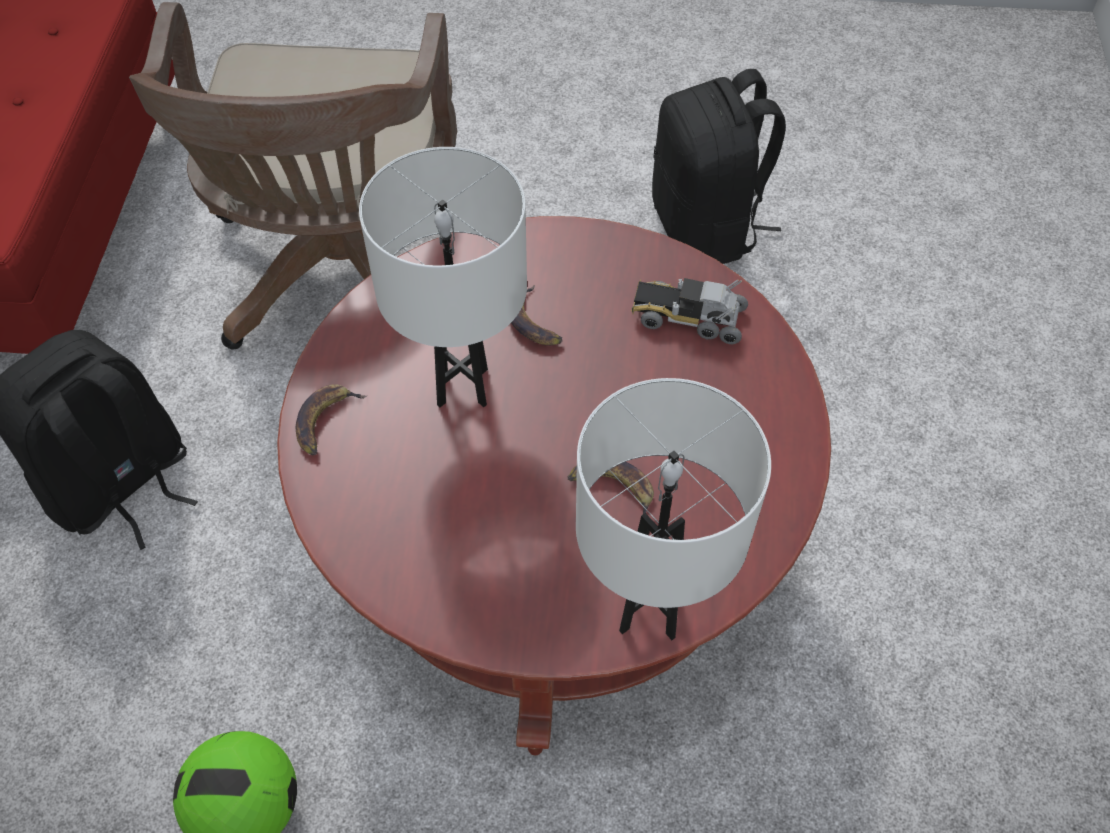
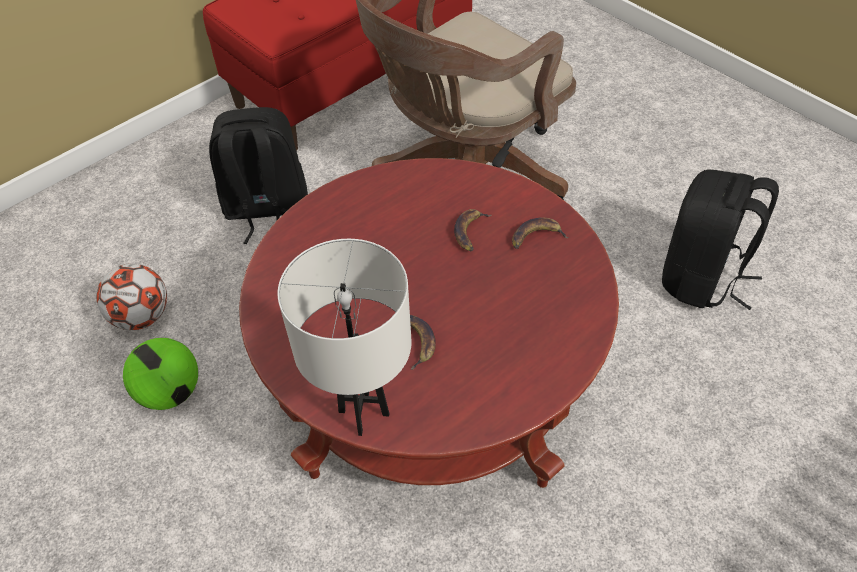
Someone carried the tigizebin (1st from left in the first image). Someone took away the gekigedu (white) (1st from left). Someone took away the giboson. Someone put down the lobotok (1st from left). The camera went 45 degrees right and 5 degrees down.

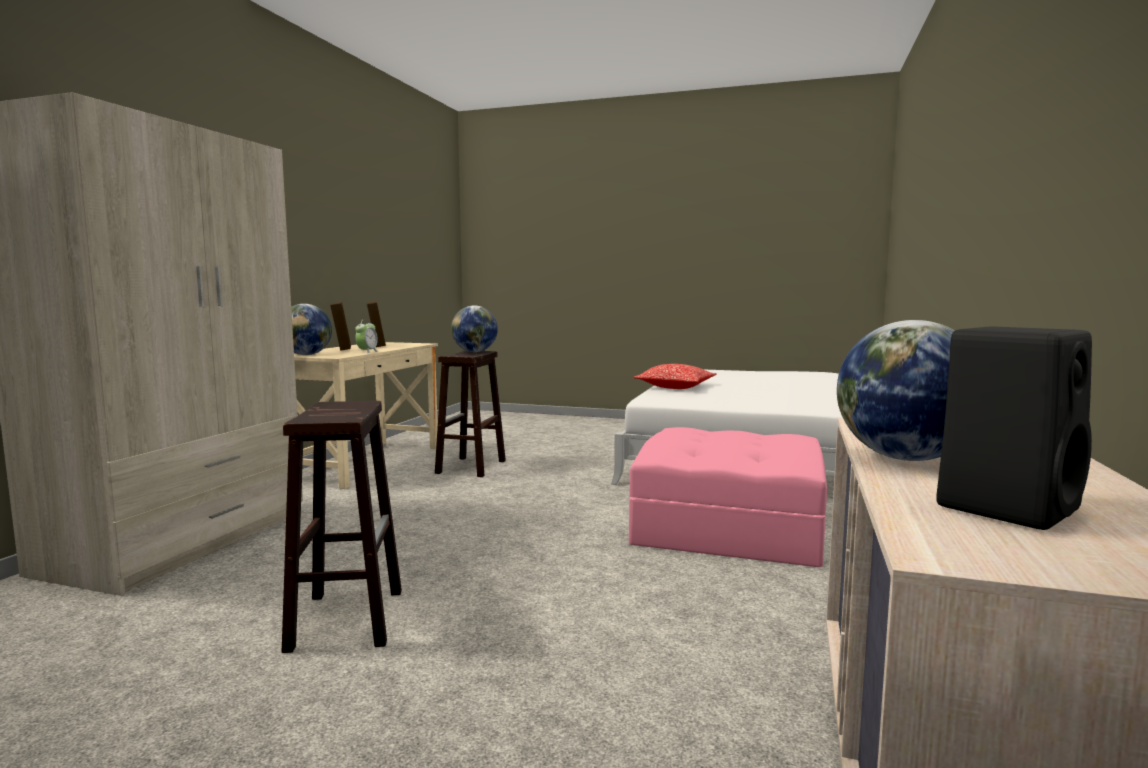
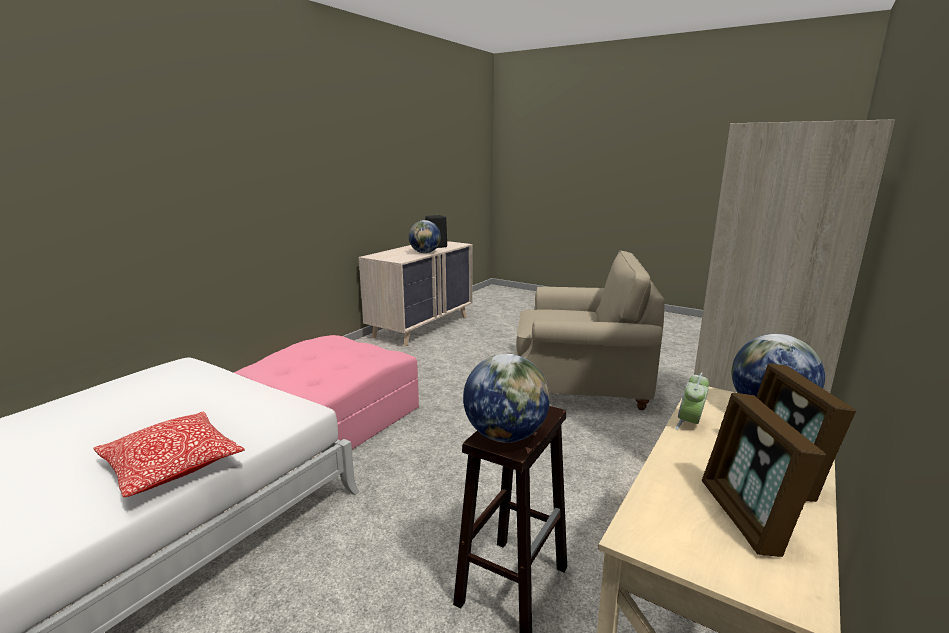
Someone swapped the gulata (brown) (1st from left) for the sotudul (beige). The camera went 165 degrees left and 10 degrees up.

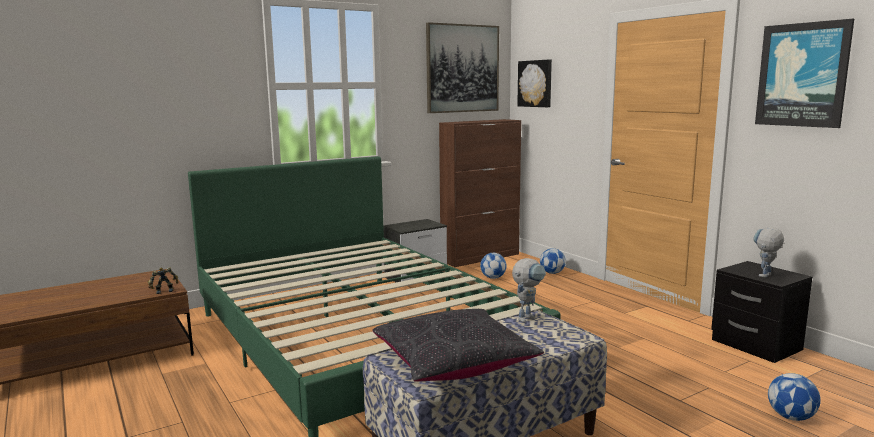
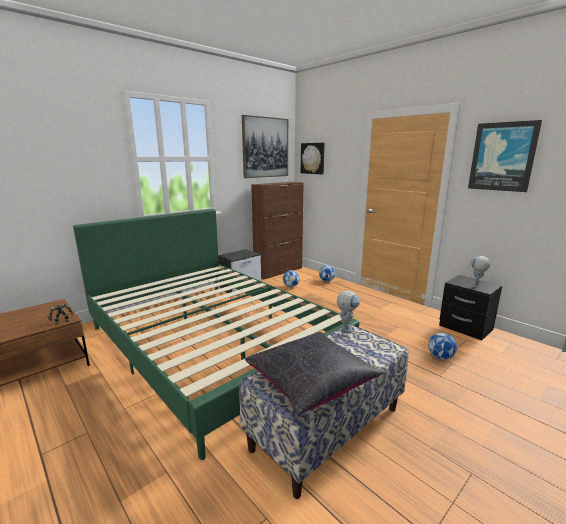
Someone carried the lobotok (3rd from left). The camera went 10 degrees left and 5 degrees up.

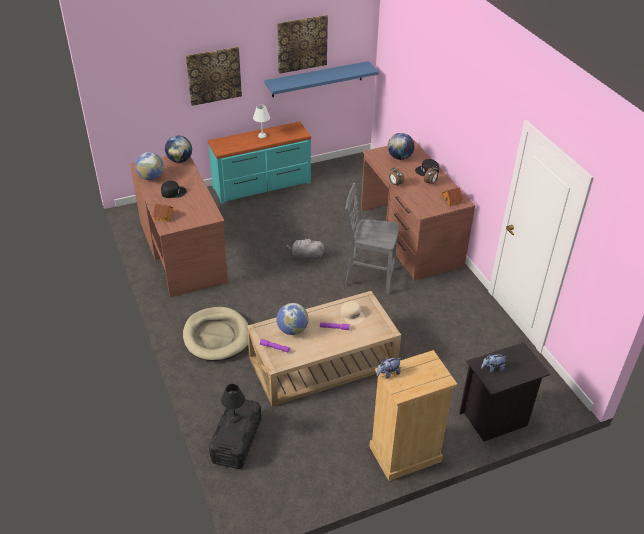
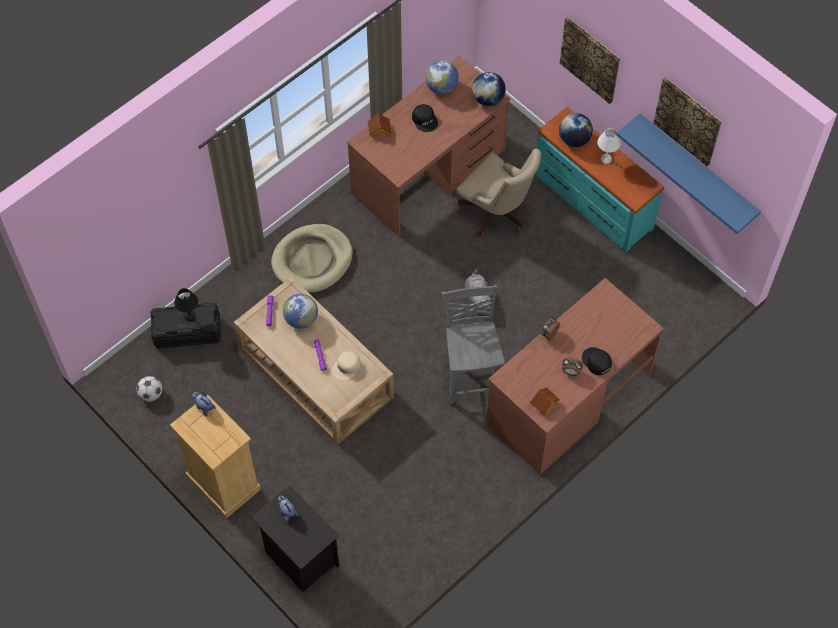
Someone carried the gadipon (4th from left). Someone put down the lobotok. Someone put down the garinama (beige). The camera went 70 degrees right and 20 degrees up.

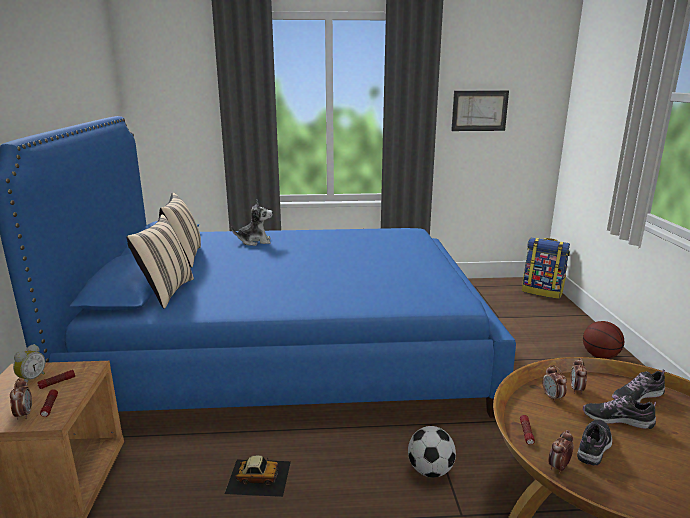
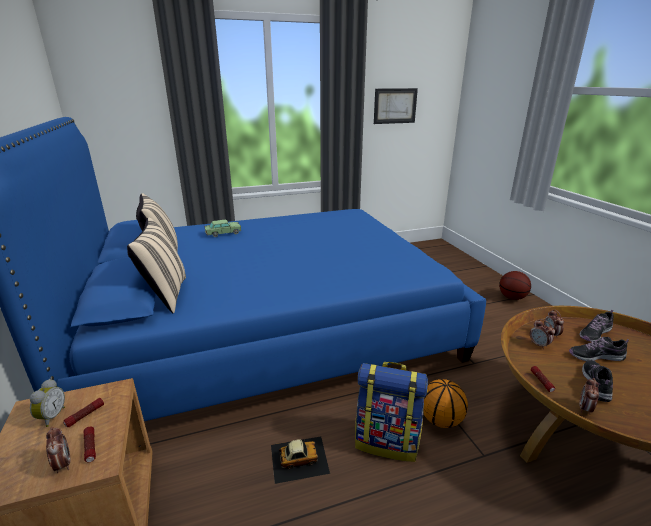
Someone swapped the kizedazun for the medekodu (1st from left). Someone swapped the lobotok for the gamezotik (1st from left). Someone carried the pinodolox. The camera went 15 degrees left and 5 degrees up.

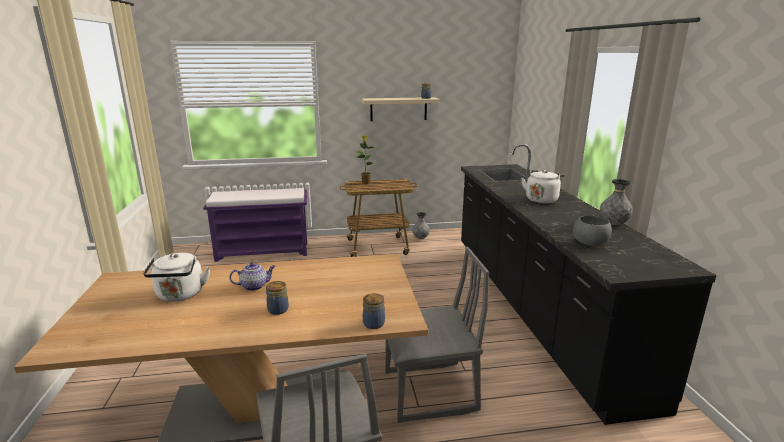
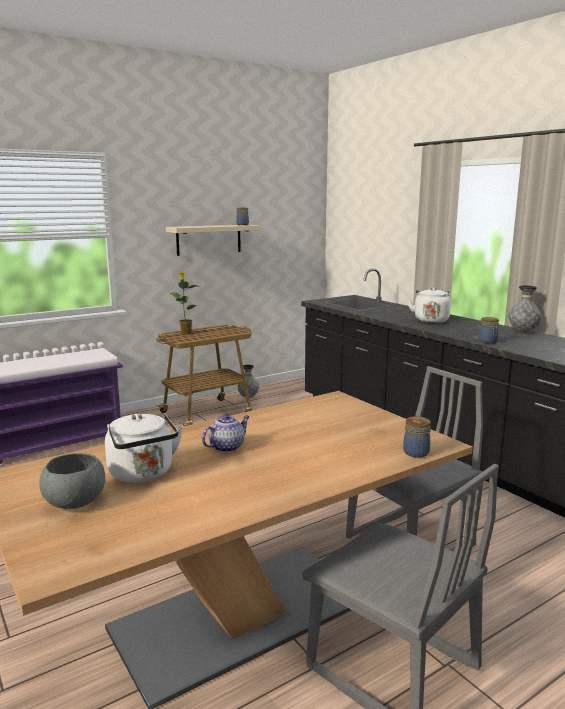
Someone carried the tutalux (1st from left in the first image). Someone carried the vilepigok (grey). The camera went 25 degrees left and 5 degrees down.

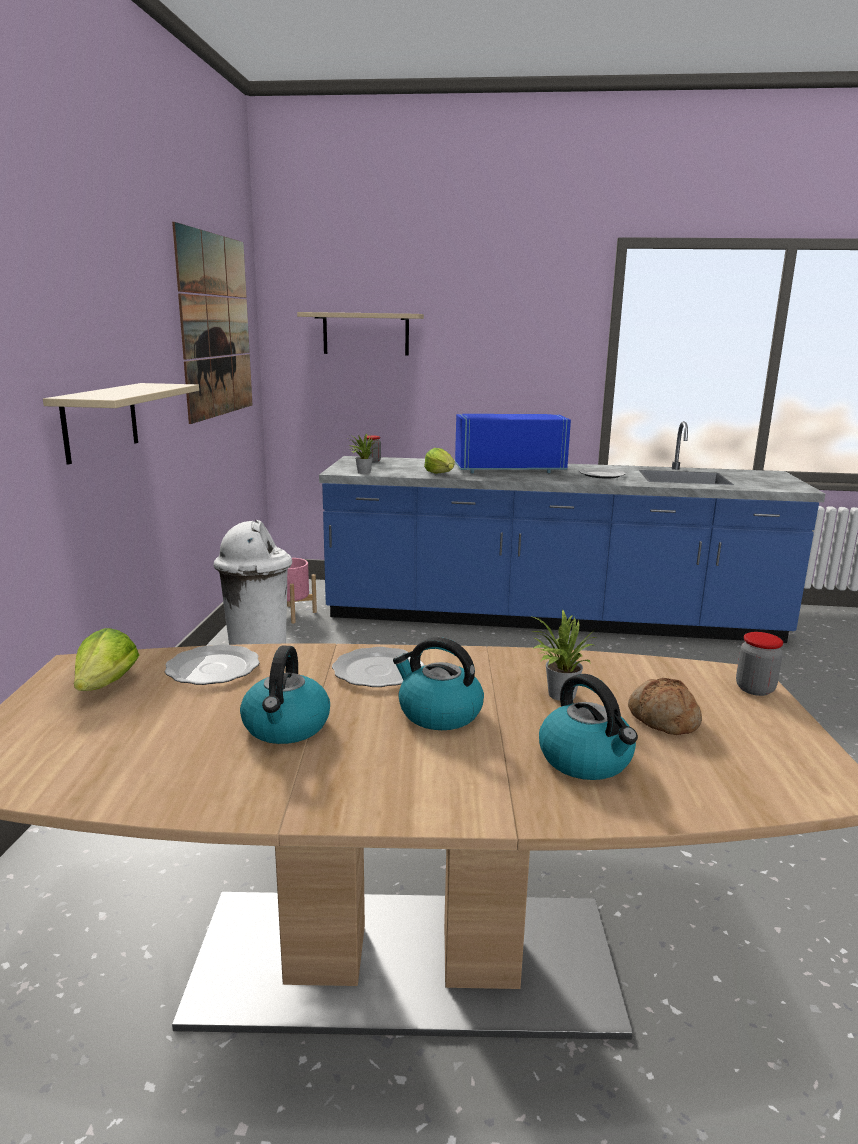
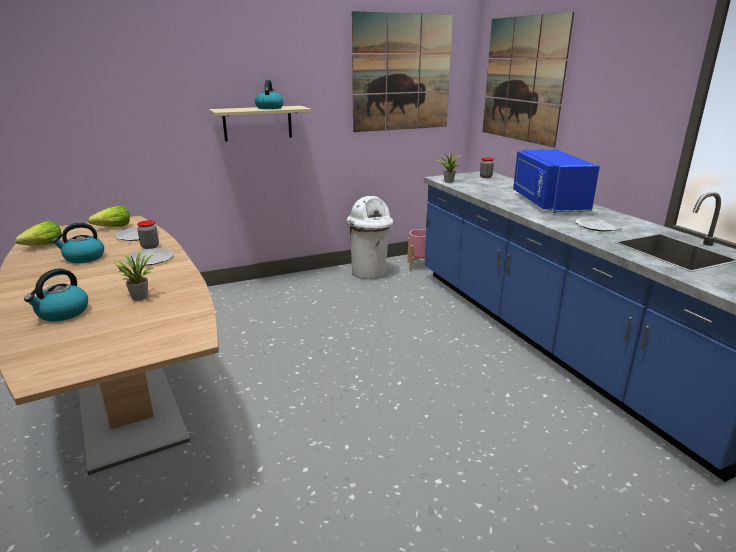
Someone swapped the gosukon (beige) (2nd from left) for the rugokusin (2nd from left). Someone carried the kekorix (2nd from left in the first image). Someone carried the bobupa (2nd from left in the first image). Someone rotated the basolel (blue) by 150 degrees counterclockwise. Someone took away the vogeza. Someone carried the tutalux (2nd from left in the first image). The camera went 60 degrees right and 5 degrees up.

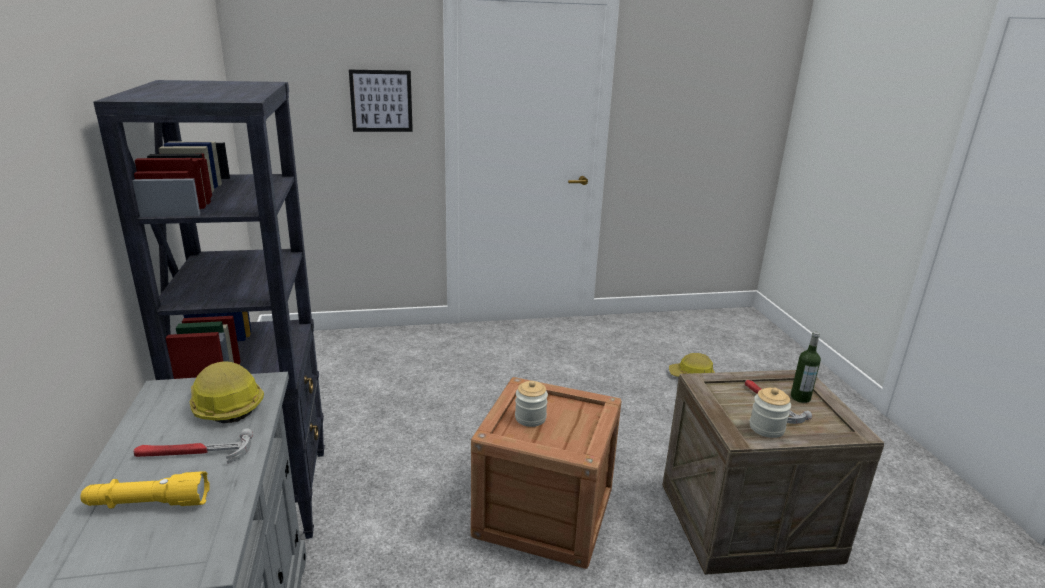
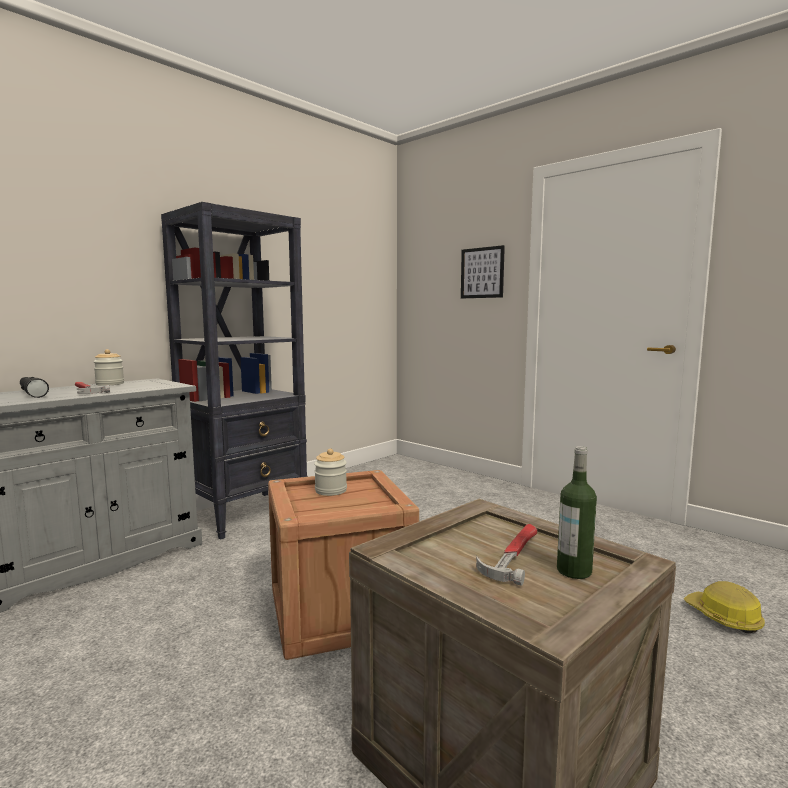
Someone repainted the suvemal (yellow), which became the suvemal (black). Someone took away the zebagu (1st from left). Someone carried the tutalux (2nd from left in the first image). The camera went 55 degrees right and 15 degrees down.

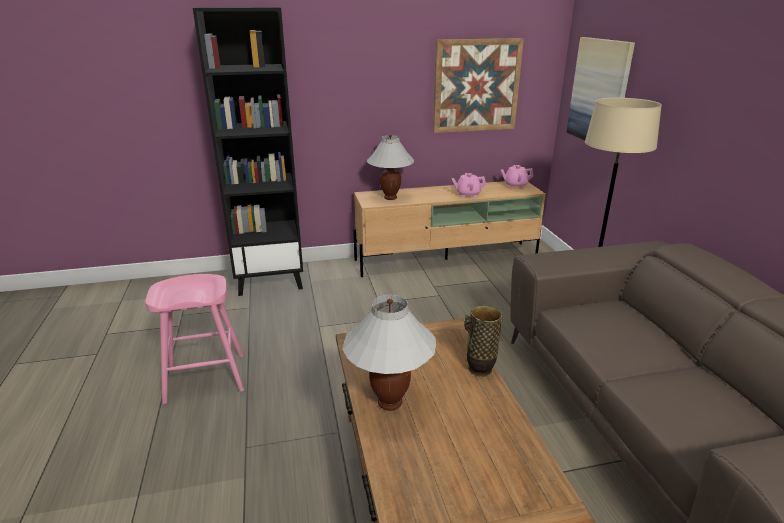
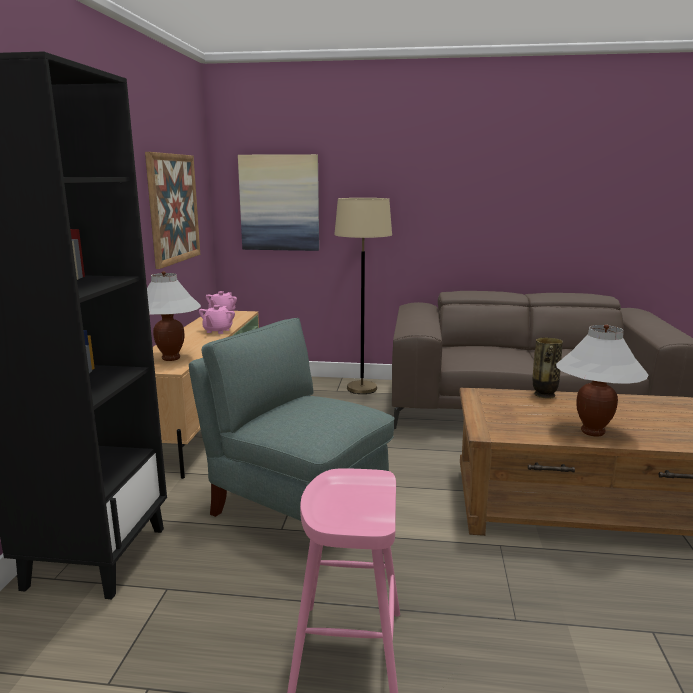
Someone put down the sotudul (grey). The camera went 70 degrees left and 10 degrees down.

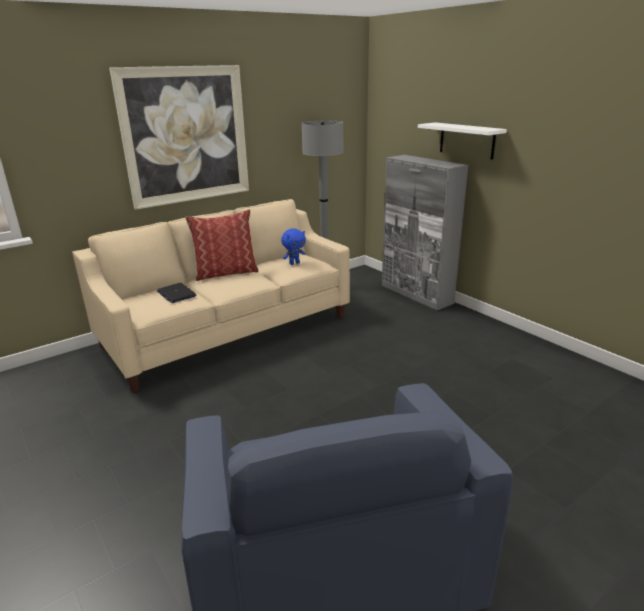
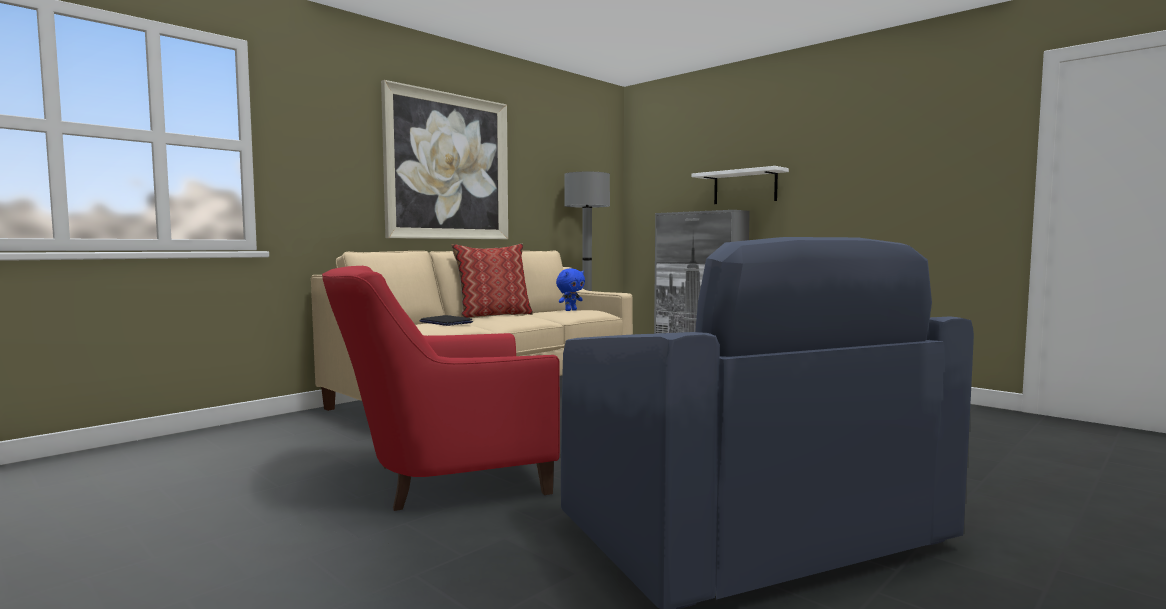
Someone put down the sotudul (red). The camera went 10 degrees left and 20 degrees down.

